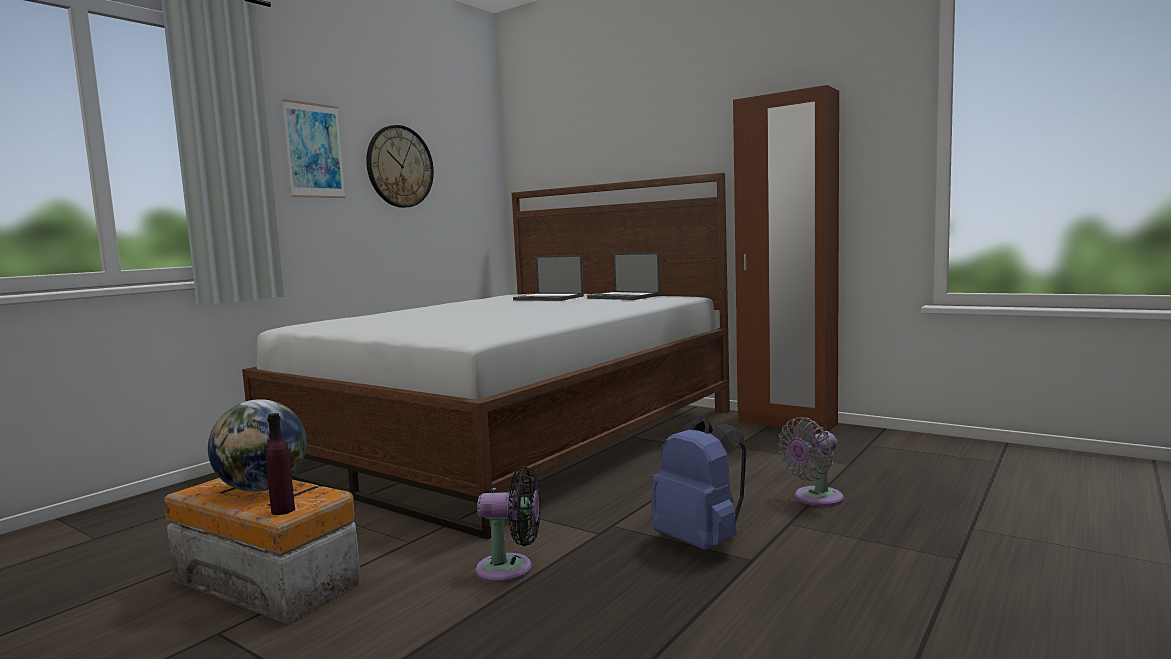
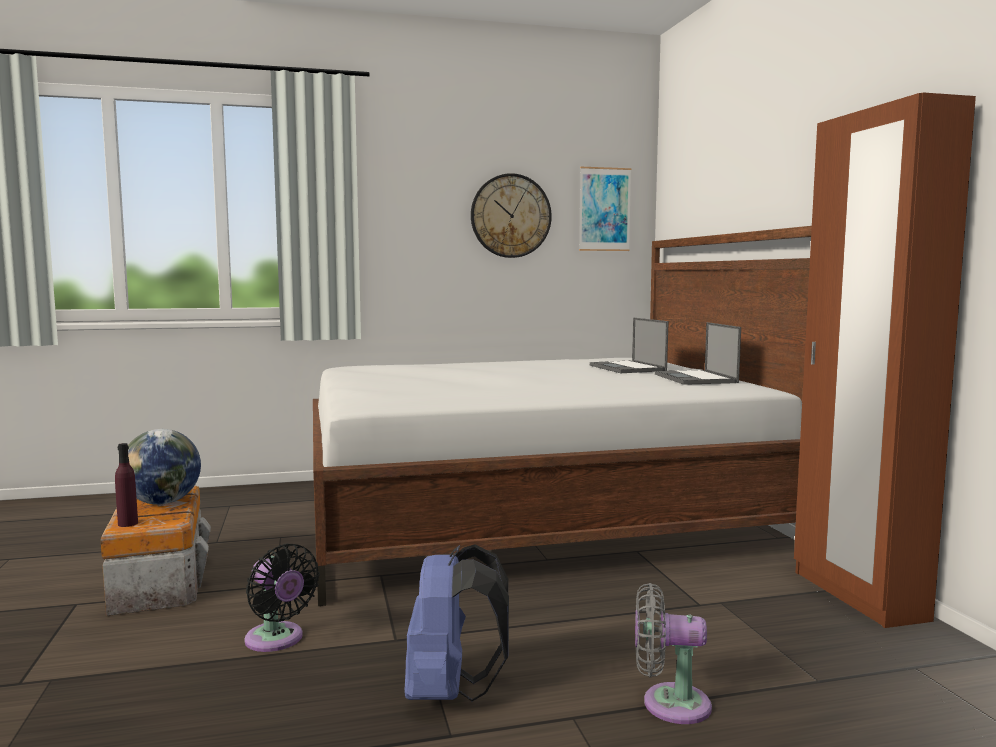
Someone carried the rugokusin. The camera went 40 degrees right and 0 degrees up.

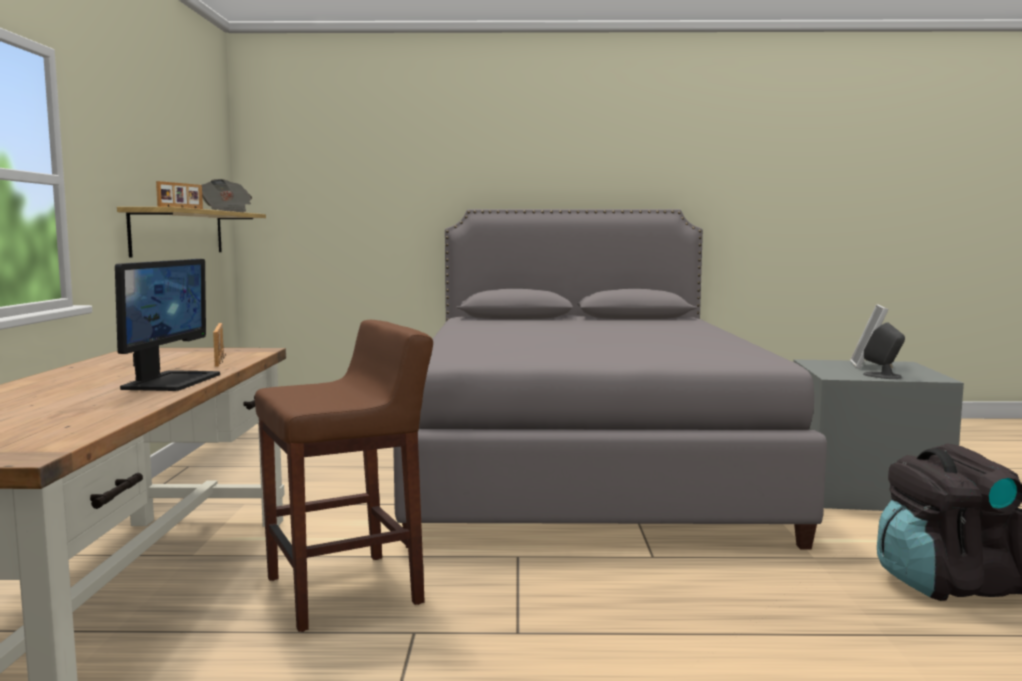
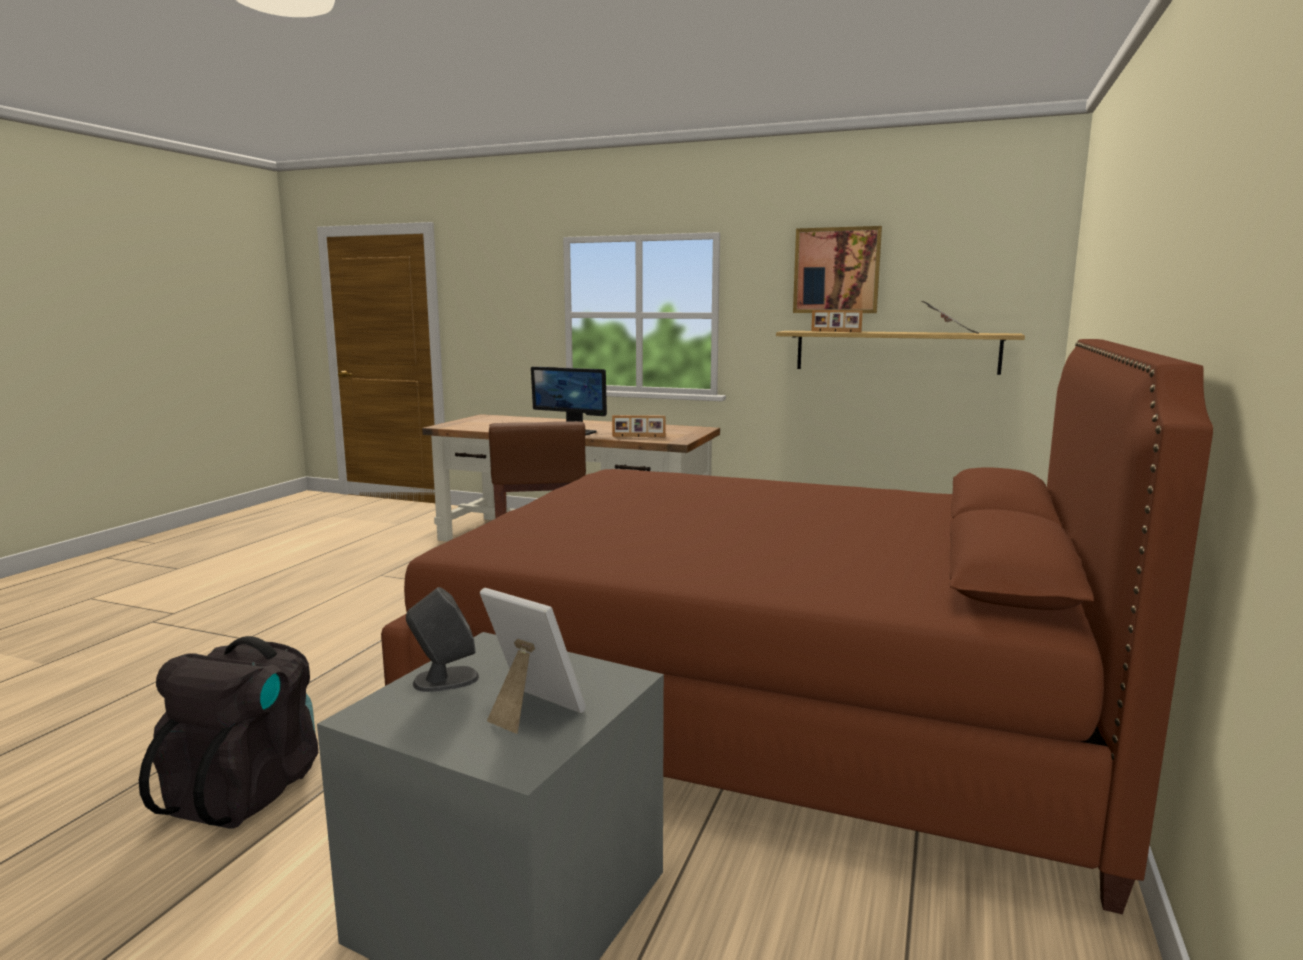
Someone repainted the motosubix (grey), which became the motosubix (brown). Someone put up the rugokusin. The camera went 110 degrees right and 5 degrees up.

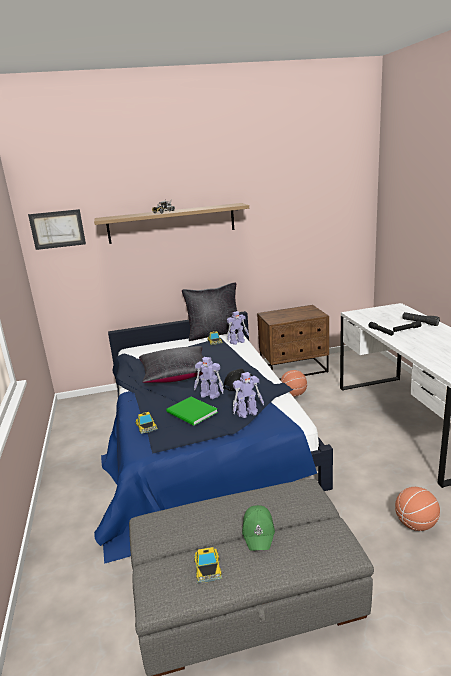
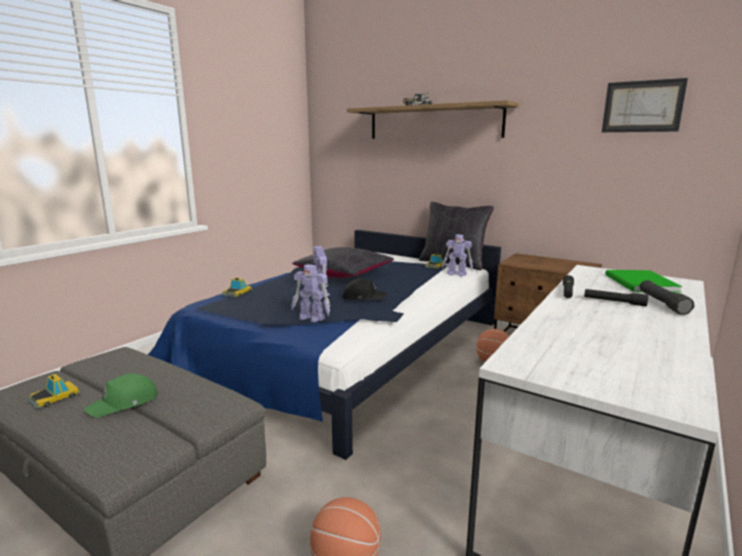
Someone carried the rugokusin. Someone carried the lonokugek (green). The camera went 45 degrees right and 5 degrees down.

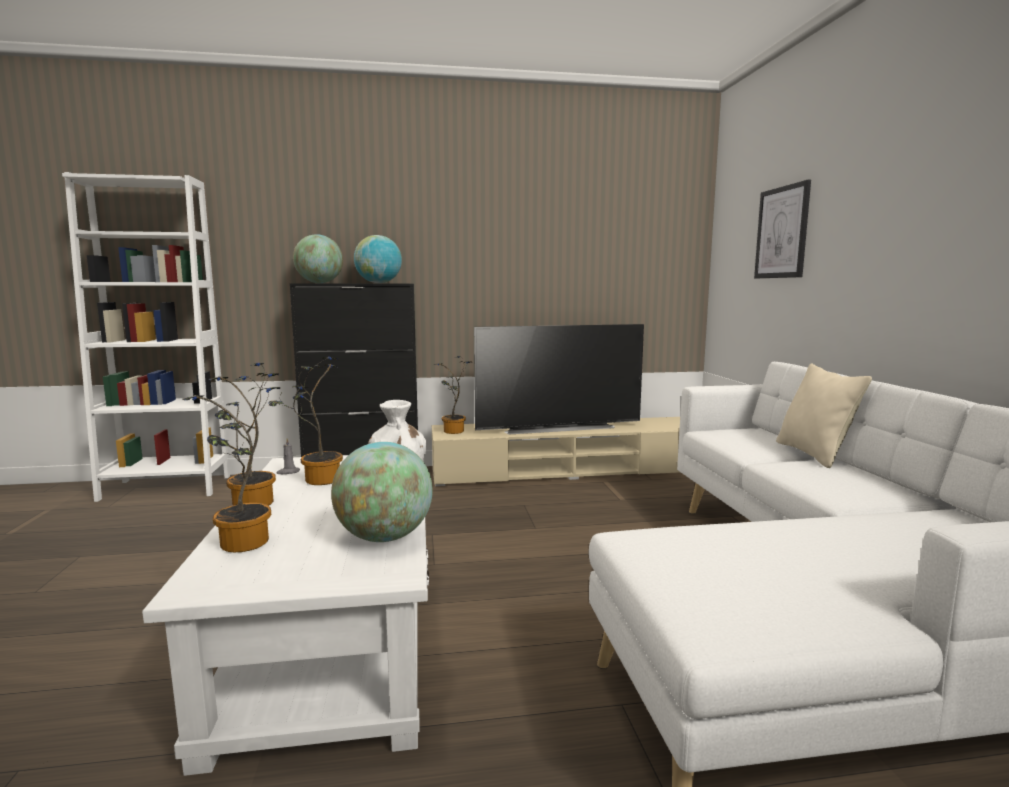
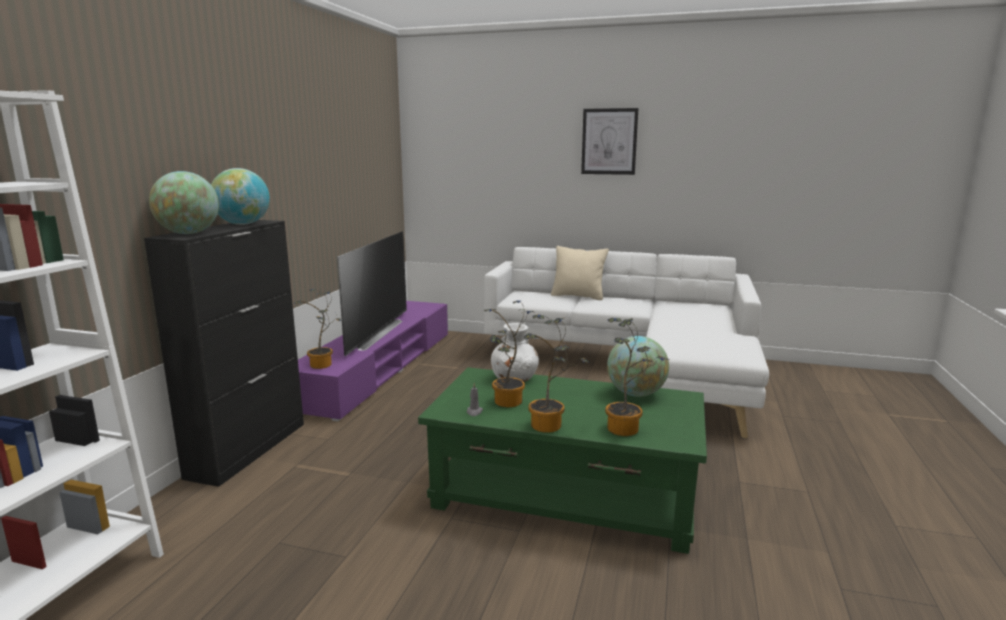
Someone repainted the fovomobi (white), which became the fovomobi (green). Someone repainted the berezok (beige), which became the berezok (purple). Someone carried the rugokusin. The camera went 65 degrees left and 5 degrees up.

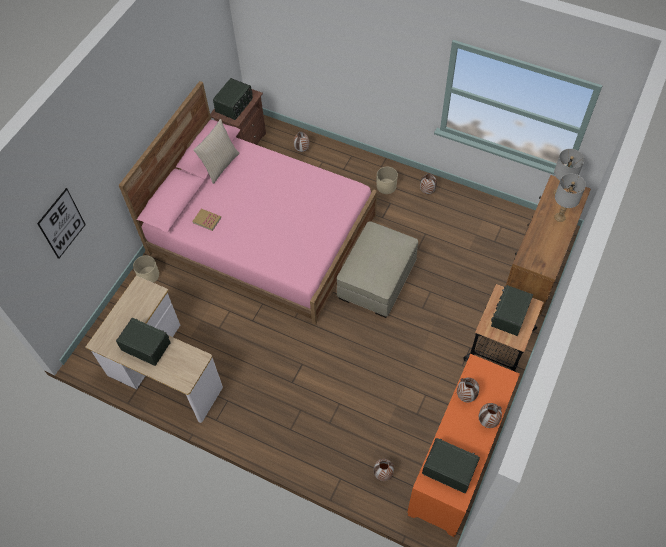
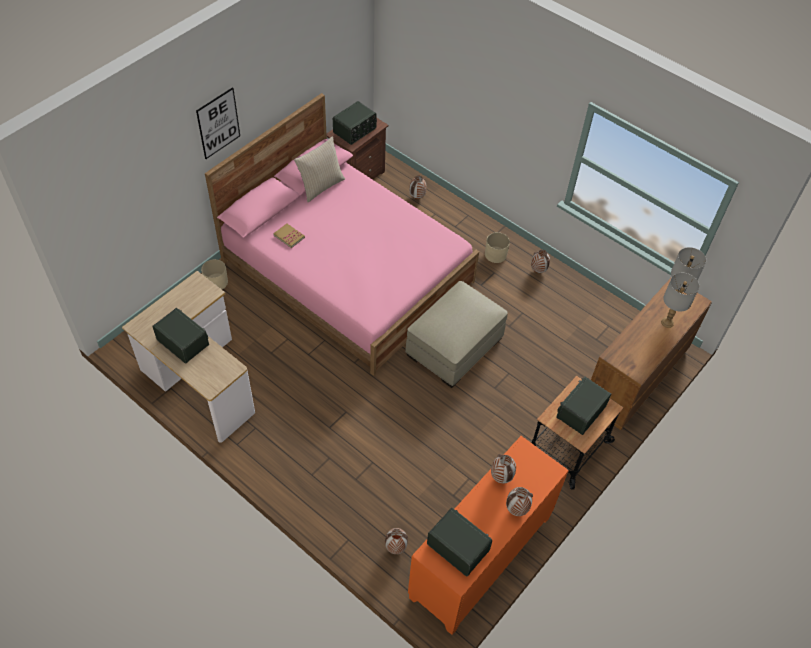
Someone carried the rugokusin. The camera went 10 degrees right and 5 degrees down.

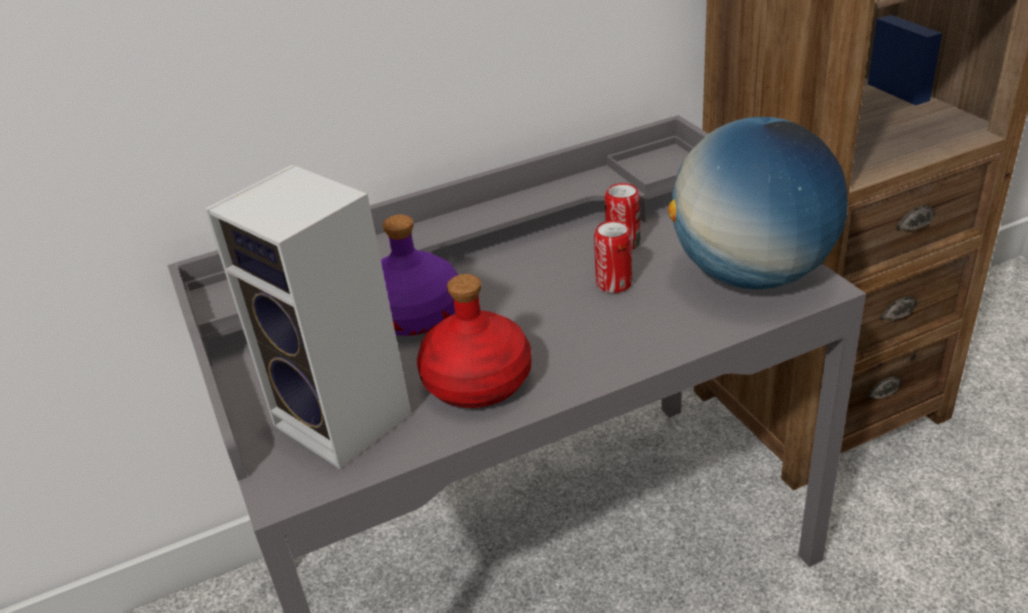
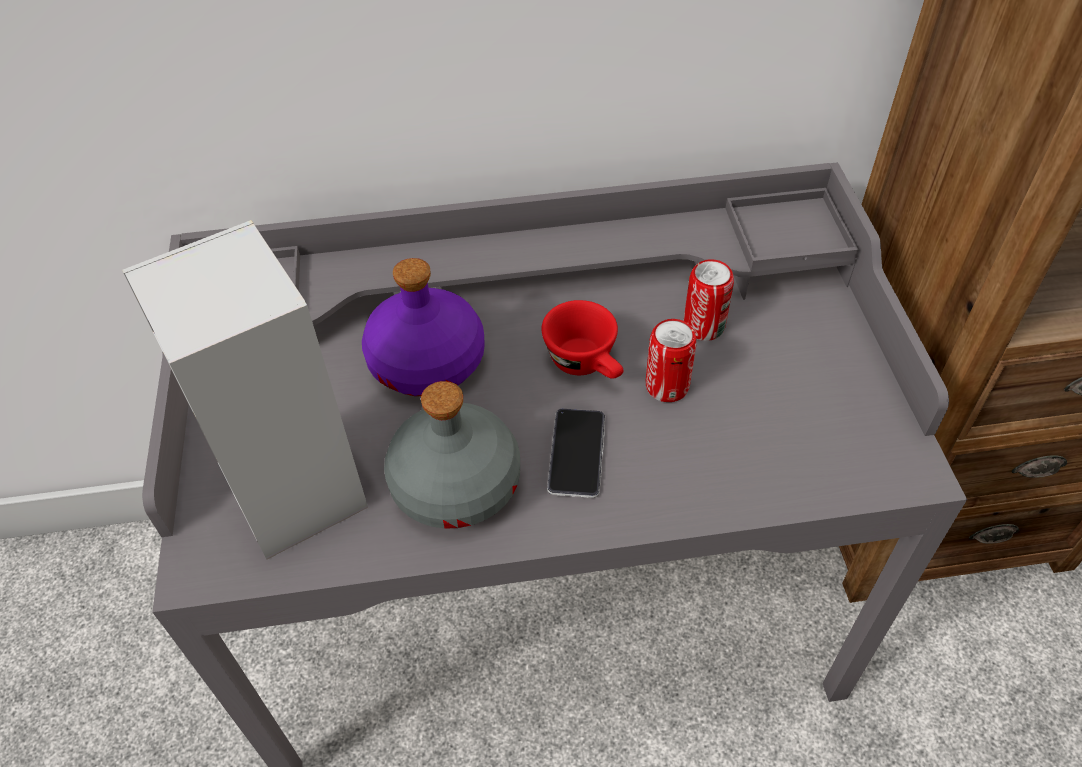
Someone repainted the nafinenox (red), which became the nafinenox (grey). Someone took away the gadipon. Someone put down the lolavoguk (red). Someone put down the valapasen. The camera went 15 degrees right and 15 degrees up.

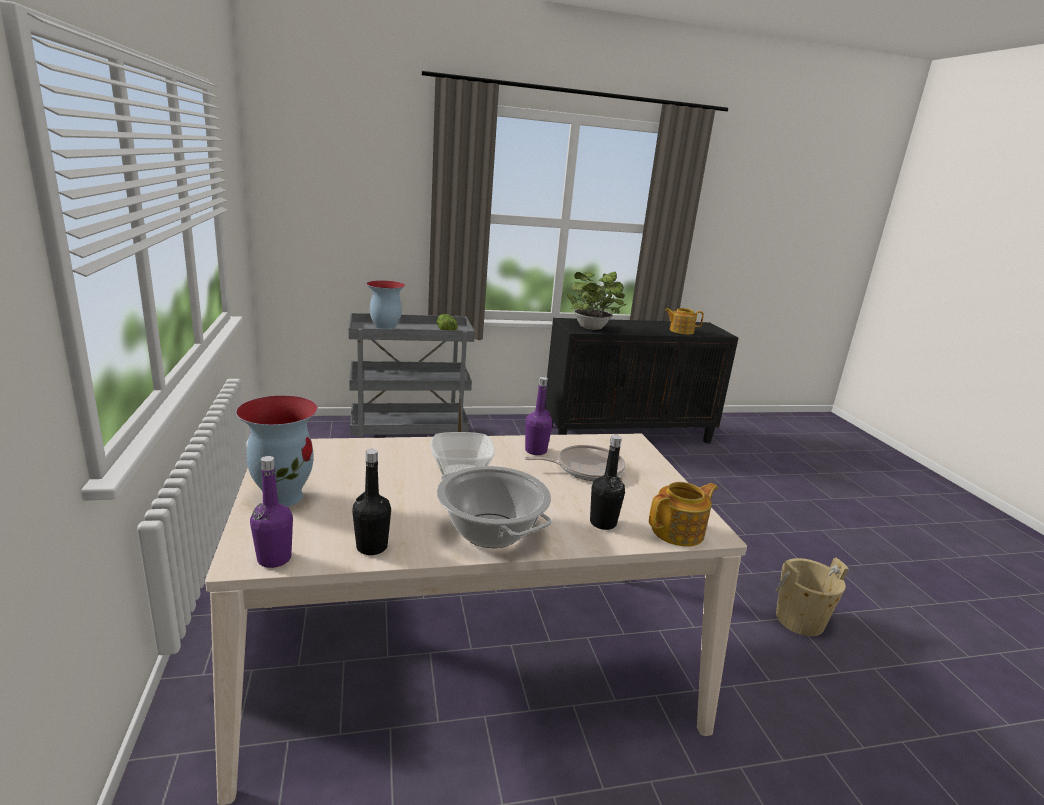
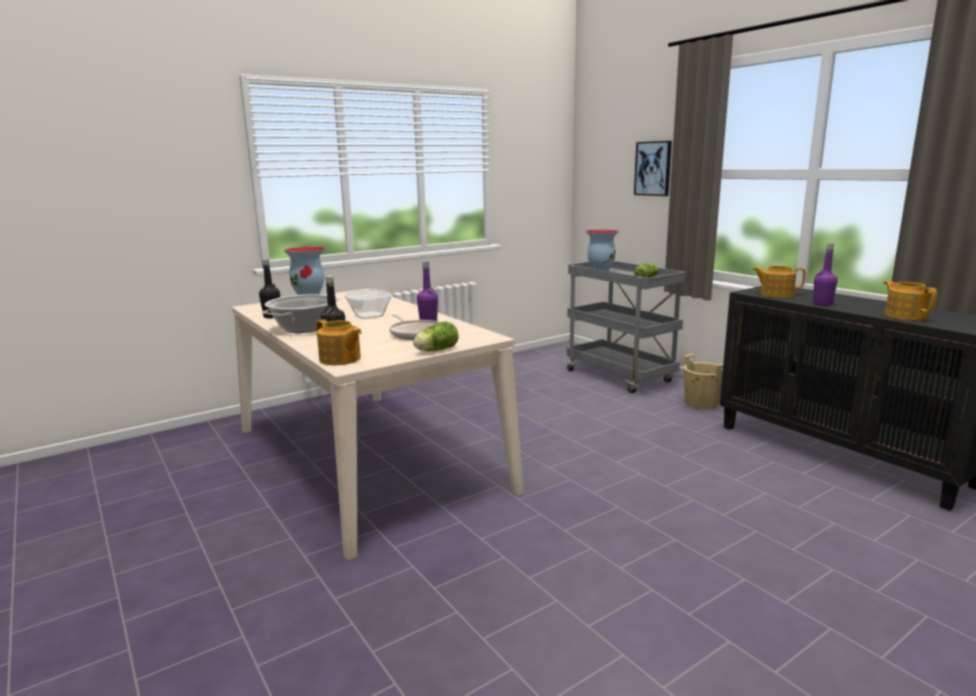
Someone carried the nafinenox (purple) (1st from left in the first image). Someone swapped the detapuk for the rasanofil (2nd from left). Someone carried the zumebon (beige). Someone put down the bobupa (1st from left). Someone put up the rugokusin. The camera went 70 degrees right and 5 degrees down.

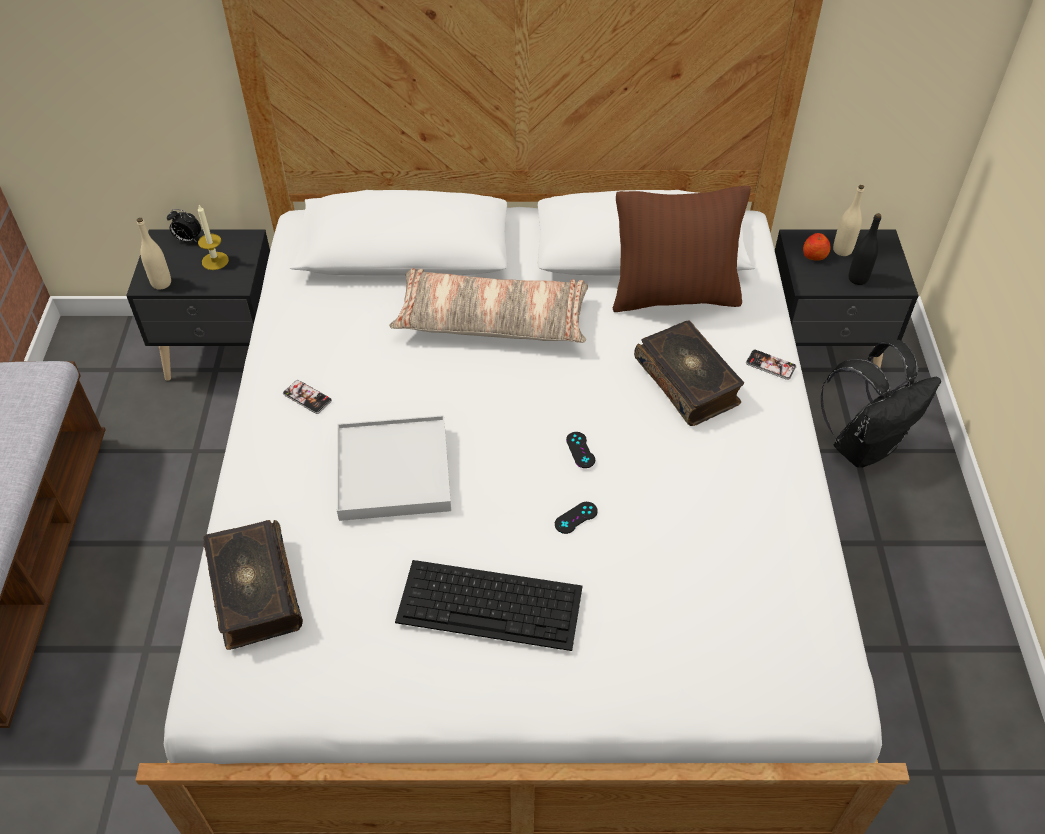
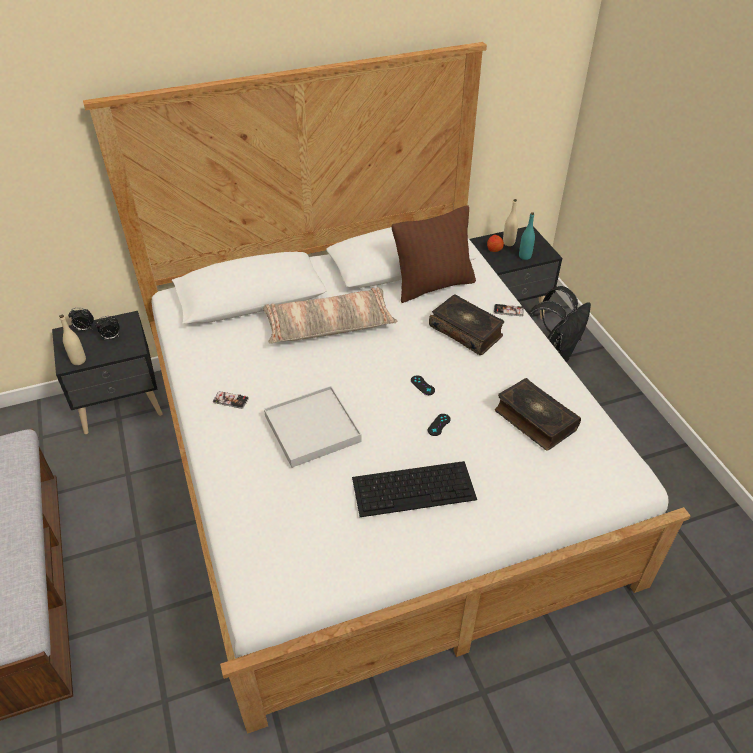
Someone swapped the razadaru for the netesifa (2nd from left). Someone carried the lonokugek (1st from left in the first image). Someone repainted the nafinenox (black), which became the nafinenox (turquoise). The camera went 20 degrees left and 5 degrees down.

